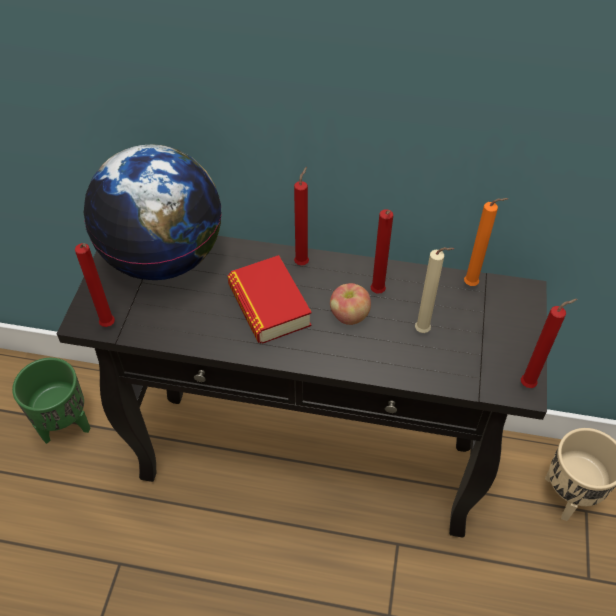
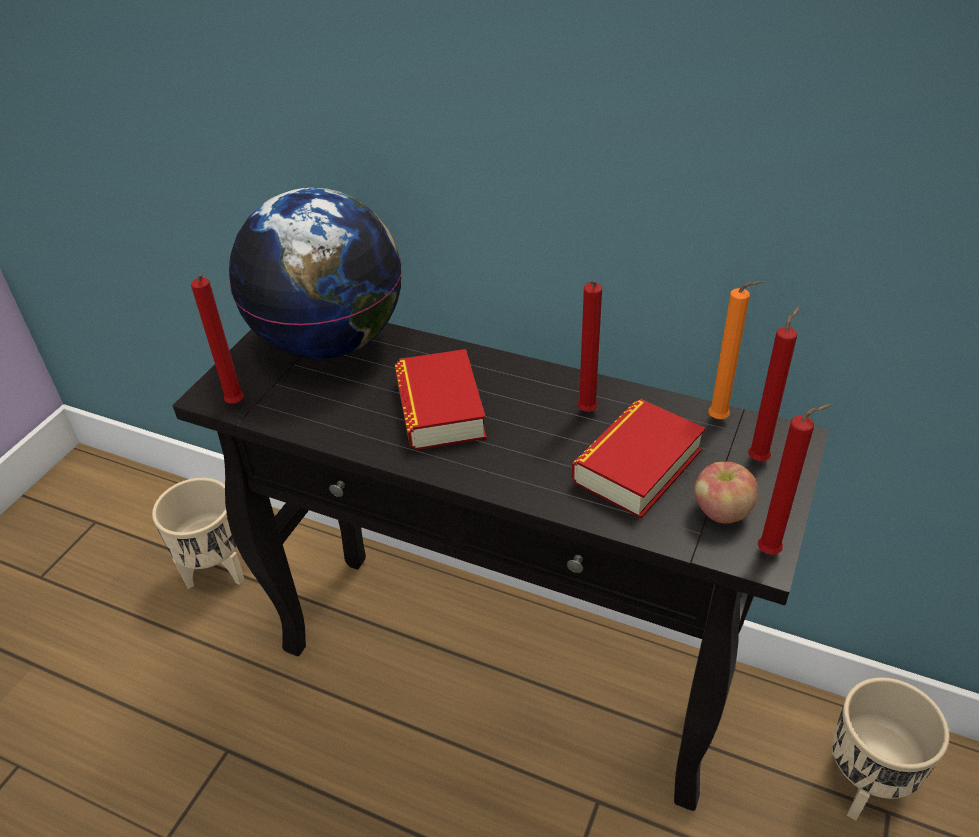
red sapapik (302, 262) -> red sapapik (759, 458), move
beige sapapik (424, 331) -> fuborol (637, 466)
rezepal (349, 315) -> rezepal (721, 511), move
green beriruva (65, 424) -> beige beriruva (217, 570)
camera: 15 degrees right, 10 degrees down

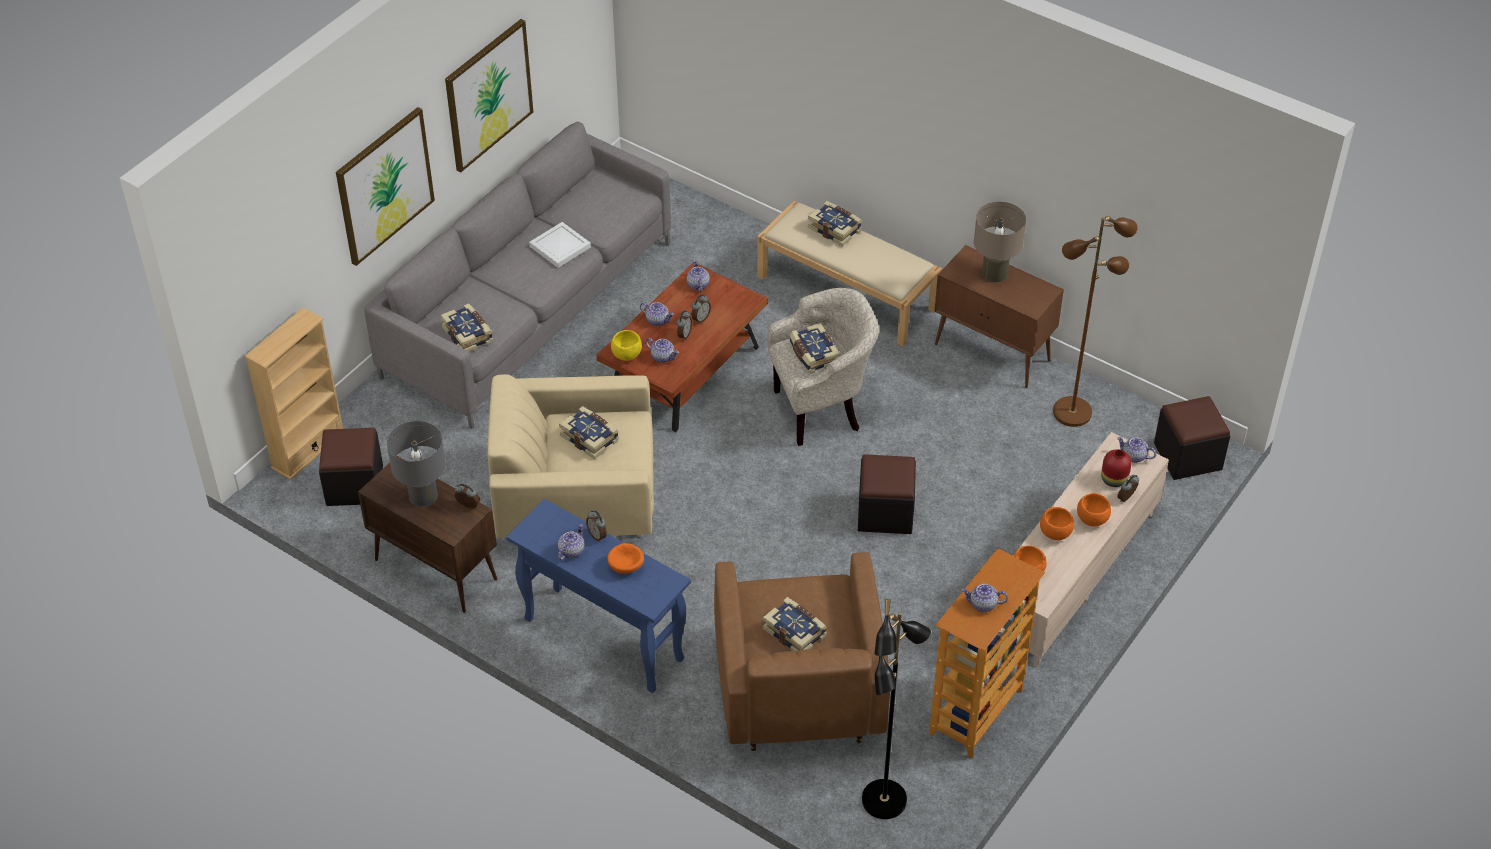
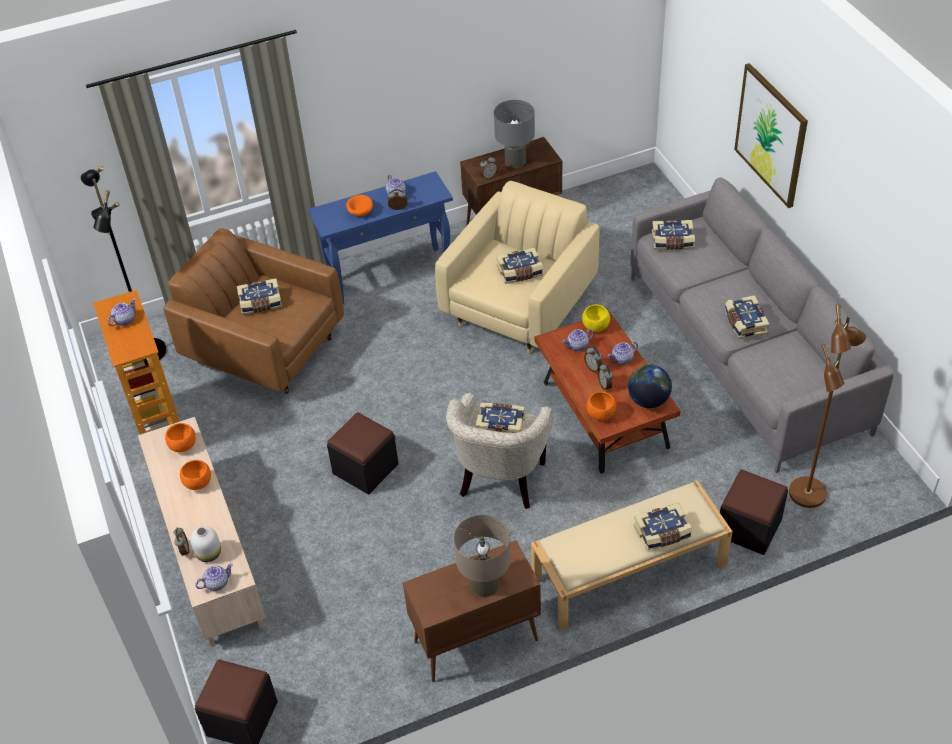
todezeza (488, 94) -> none
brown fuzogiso (1072, 411) -> brown fuzogiso (808, 494), move
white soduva (559, 247) -> fuborol (744, 323)
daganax (697, 284) -> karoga (648, 401)
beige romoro (308, 449) -> none
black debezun (354, 485) -> black debezun (749, 527), move
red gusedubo (1113, 480) -> white gusedubo (208, 553)
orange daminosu (1092, 519) -> orange daminosu (600, 415), move
camera: 125 degrees right, 0 degrees up

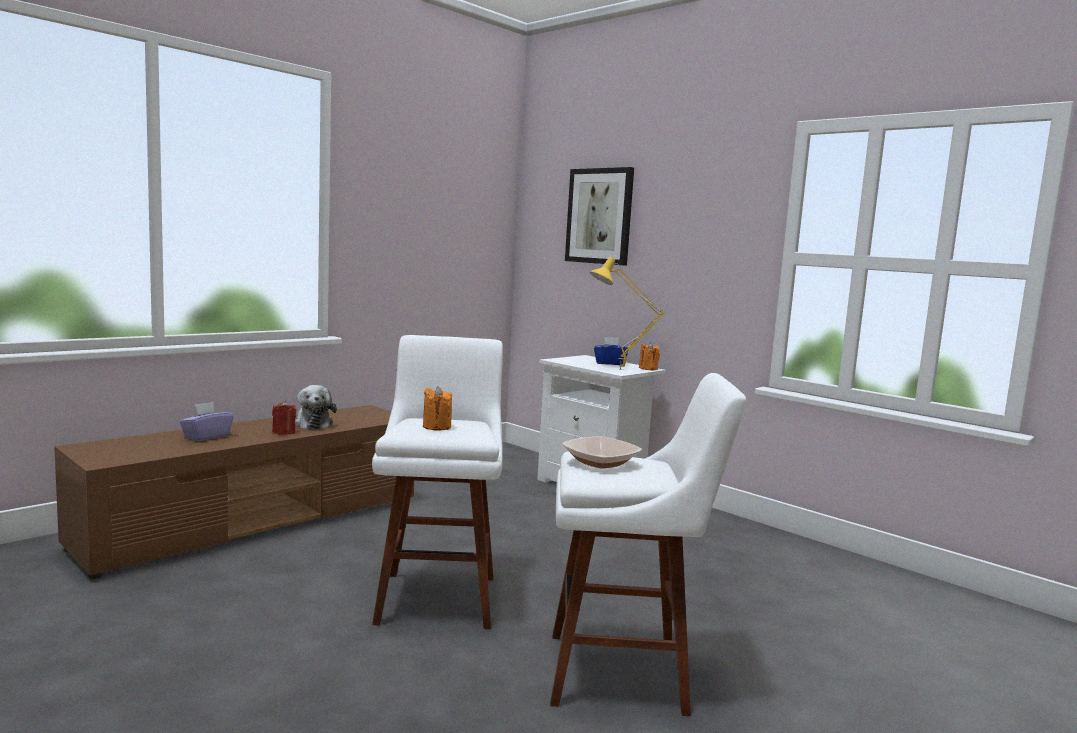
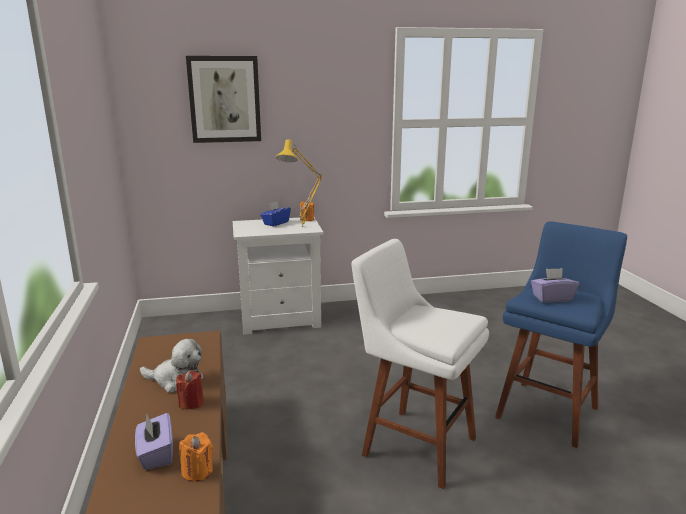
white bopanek (625, 673) -> blue bopanek (549, 410)
orange sapapik (437, 427) -> orange sapapik (197, 471), move
daminosu (600, 462) -> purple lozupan (552, 298)
camera: 55 degrees left, 10 degrees up

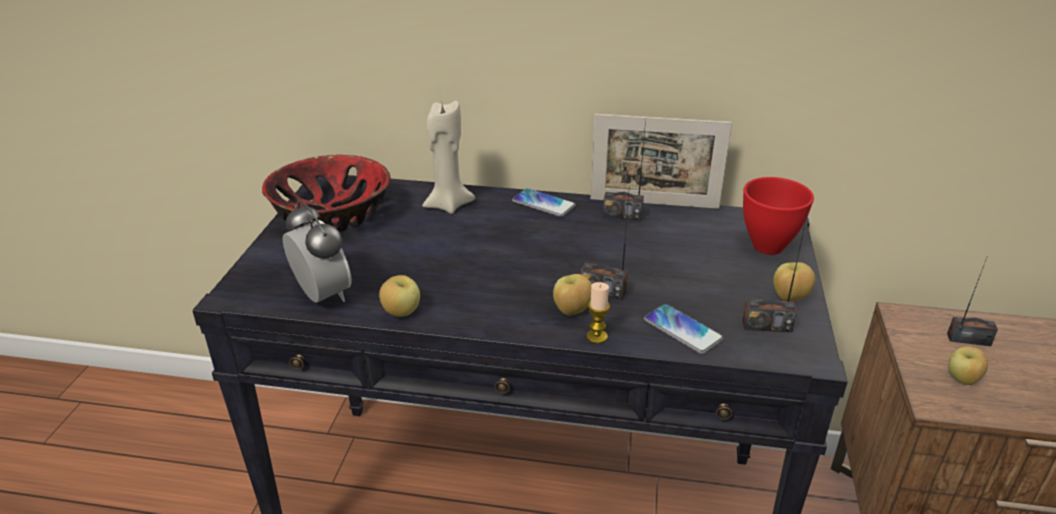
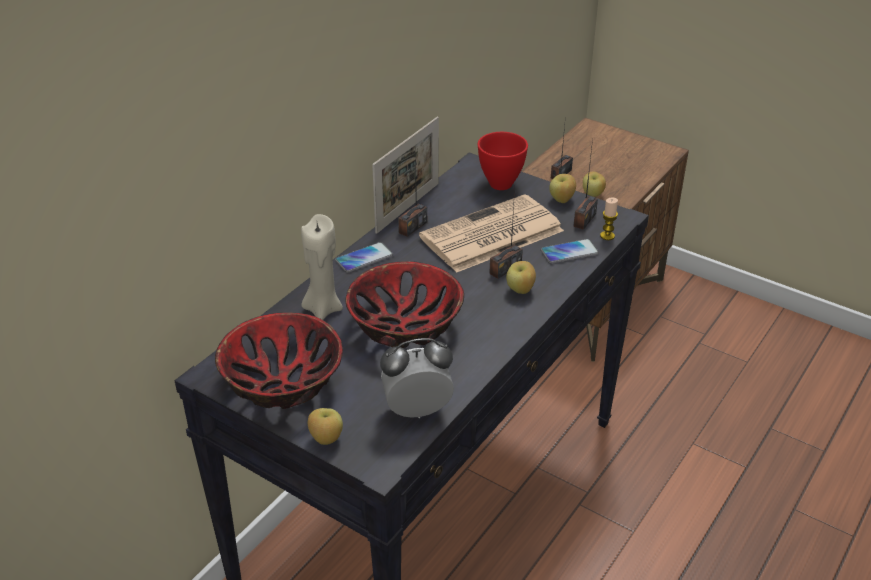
rezepal (401, 312) -> rezepal (326, 439), move
sapapik (597, 337) -> sapapik (607, 236), move
none -> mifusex (490, 235)
none -> daminosu (404, 324)
camera: 65 degrees left, 5 degrees up

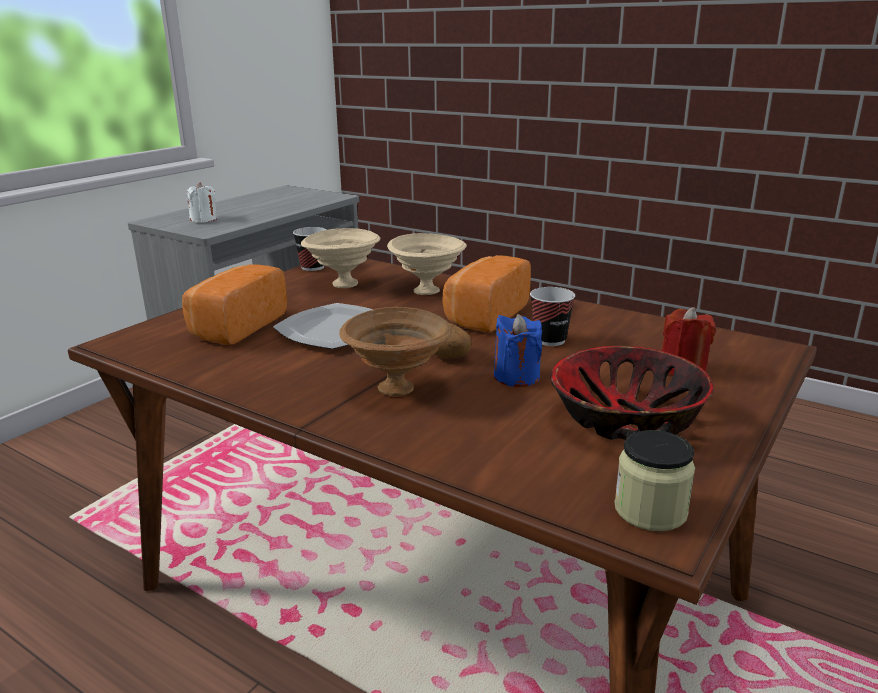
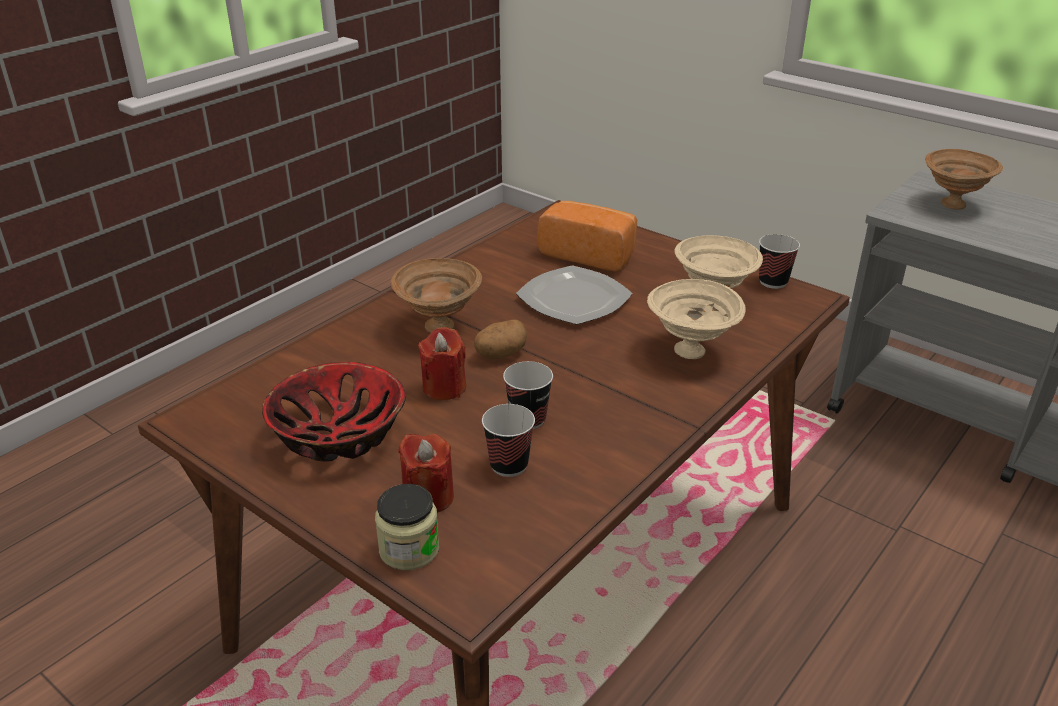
white sapapik (203, 220) -> brown daminosu (952, 205)
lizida (484, 315) -> none
blue sapapik (516, 377) -> red sapapik (444, 388)
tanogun (650, 510) -> tanogun (409, 549), move
none -> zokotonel (509, 465)
camera: 95 degrees right, 10 degrees up

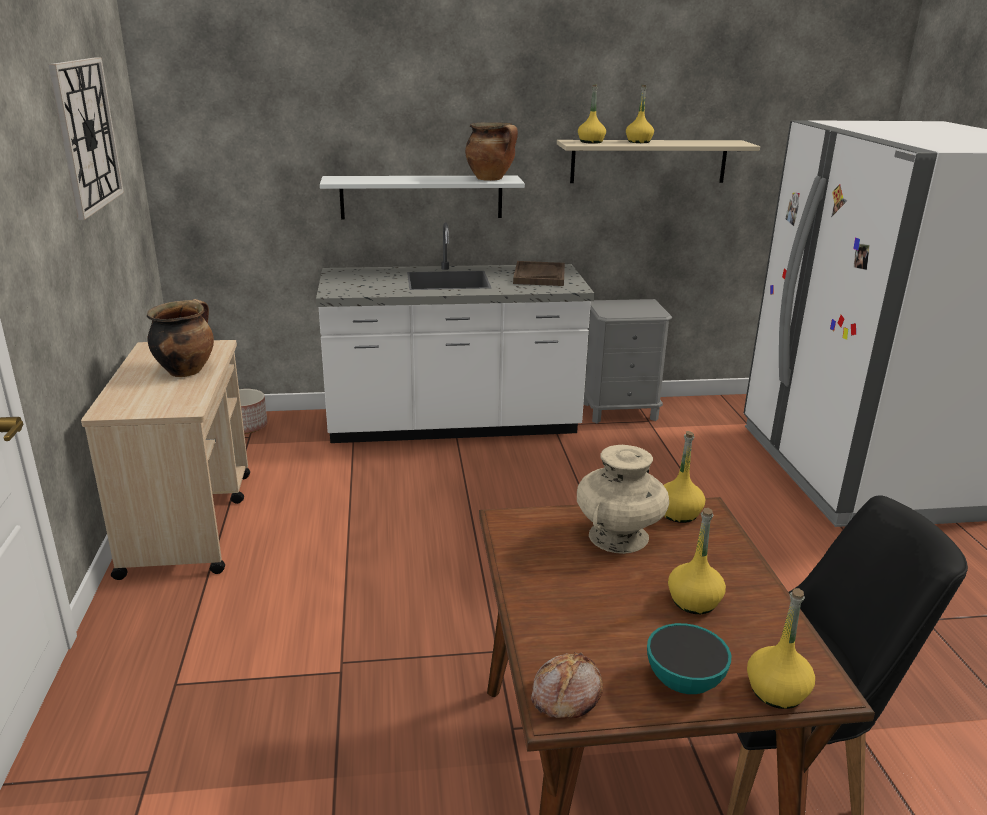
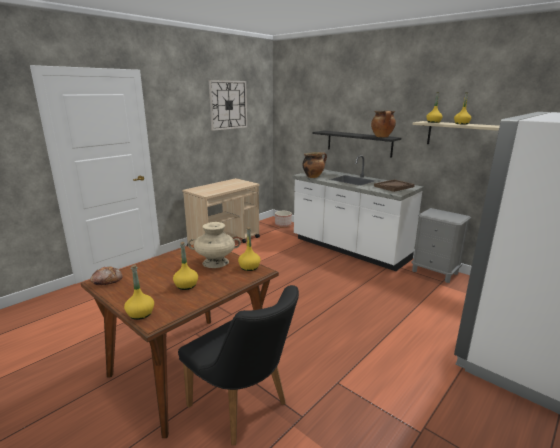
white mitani (421, 197) -> black mitani (359, 143)
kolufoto (186, 370) -> kolufoto (313, 176), move
daminosu (684, 682) -> none
camera: 50 degrees right, 5 degrees down

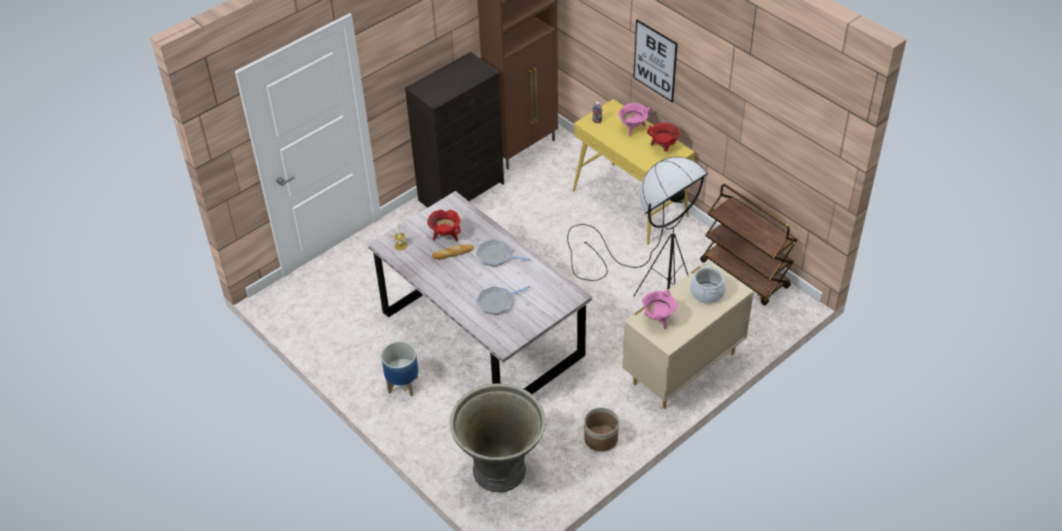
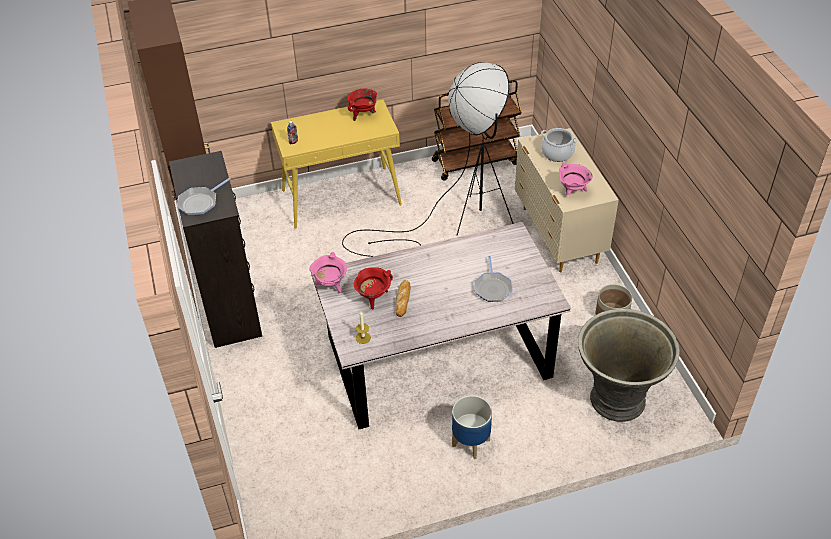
todezeza (655, 60) -> none
pink kolufoto (633, 128) -> pink kolufoto (330, 285), move
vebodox (496, 256) -> vebodox (200, 203), move
camera: 65 degrees left, 0 degrees up

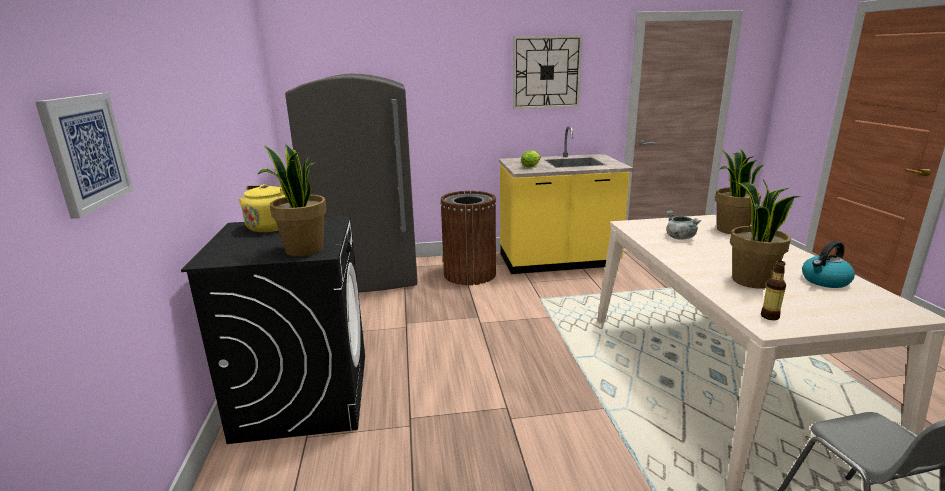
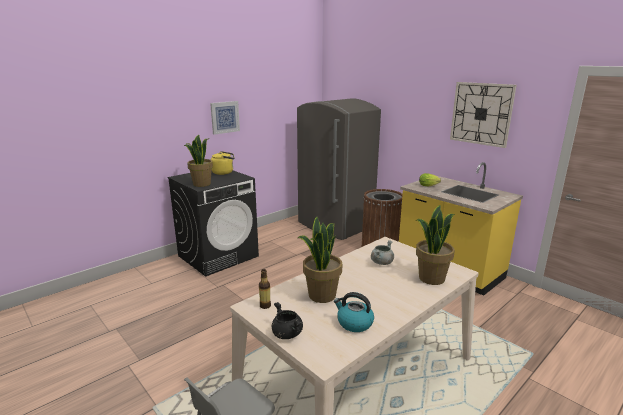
todezeza (86, 152) -> todezeza (225, 117), move
none -> black kolufoto (286, 334)
camera: 55 degrees right, 0 degrees up

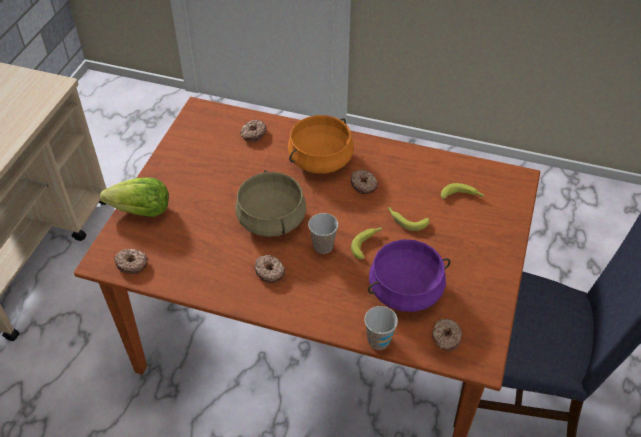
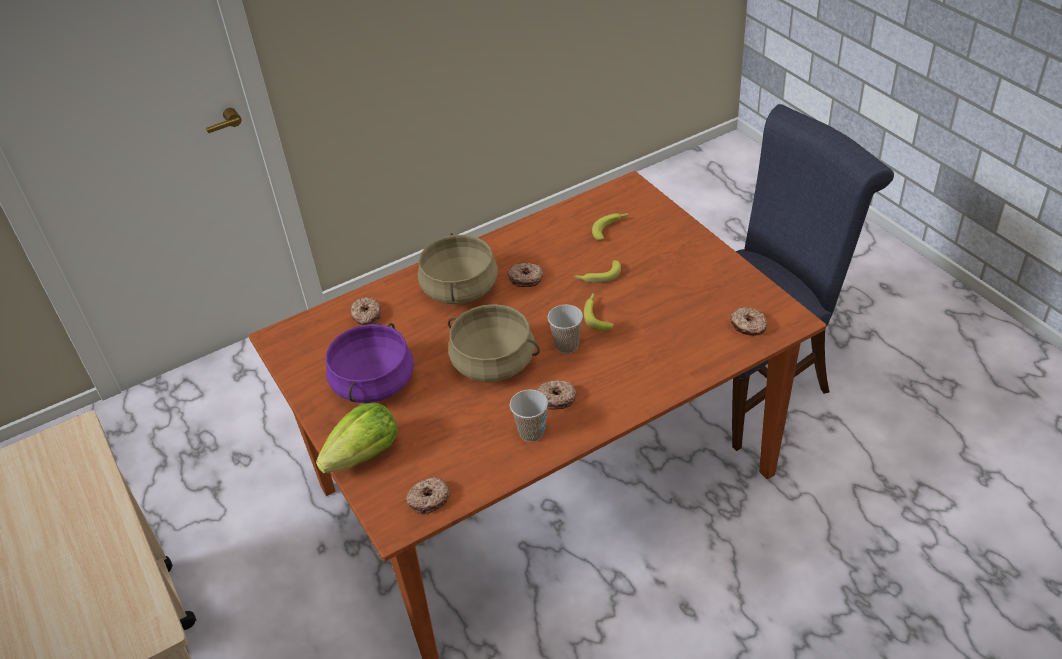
orange kolufoto (320, 159) -> beige kolufoto (459, 288)
purple kolufoto (405, 290) -> purple kolufoto (374, 383), move
zokotonel (378, 340) -> zokotonel (531, 432), move
camera: 45 degrees left, 5 degrees down

